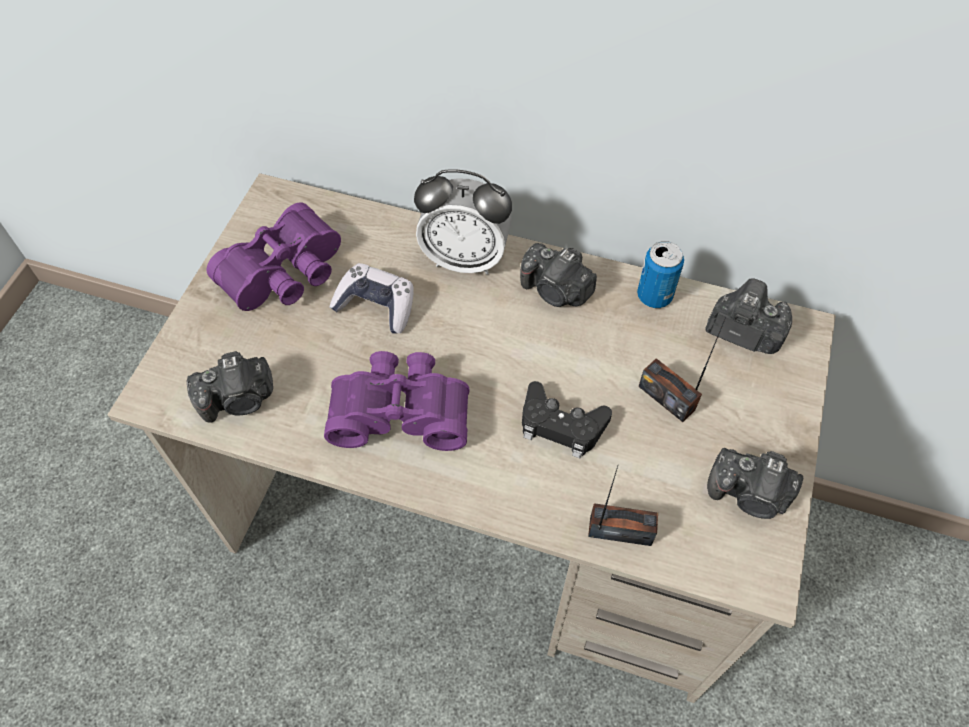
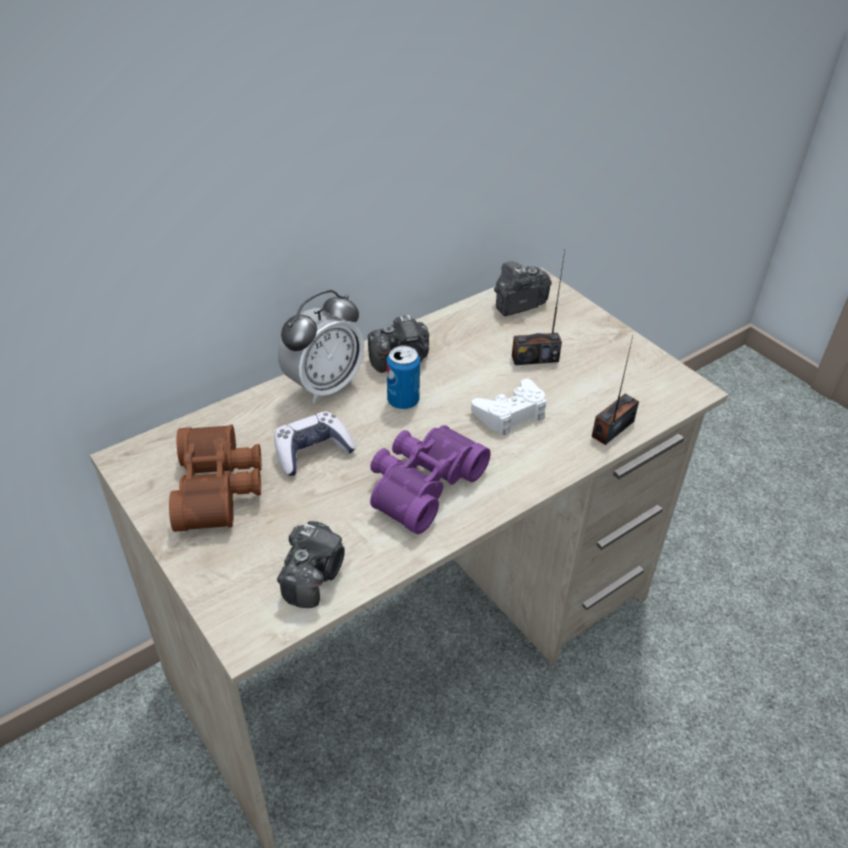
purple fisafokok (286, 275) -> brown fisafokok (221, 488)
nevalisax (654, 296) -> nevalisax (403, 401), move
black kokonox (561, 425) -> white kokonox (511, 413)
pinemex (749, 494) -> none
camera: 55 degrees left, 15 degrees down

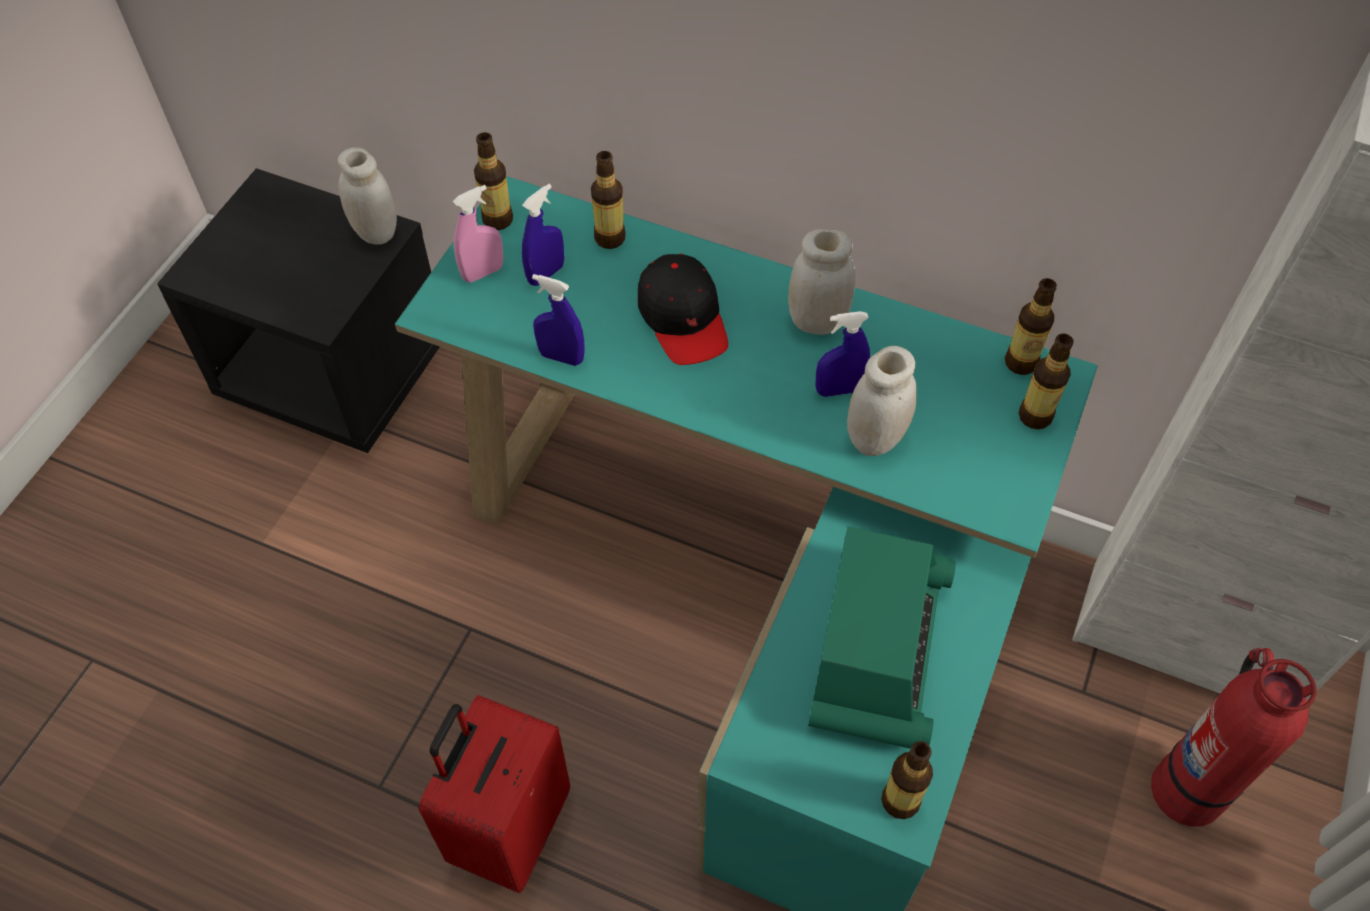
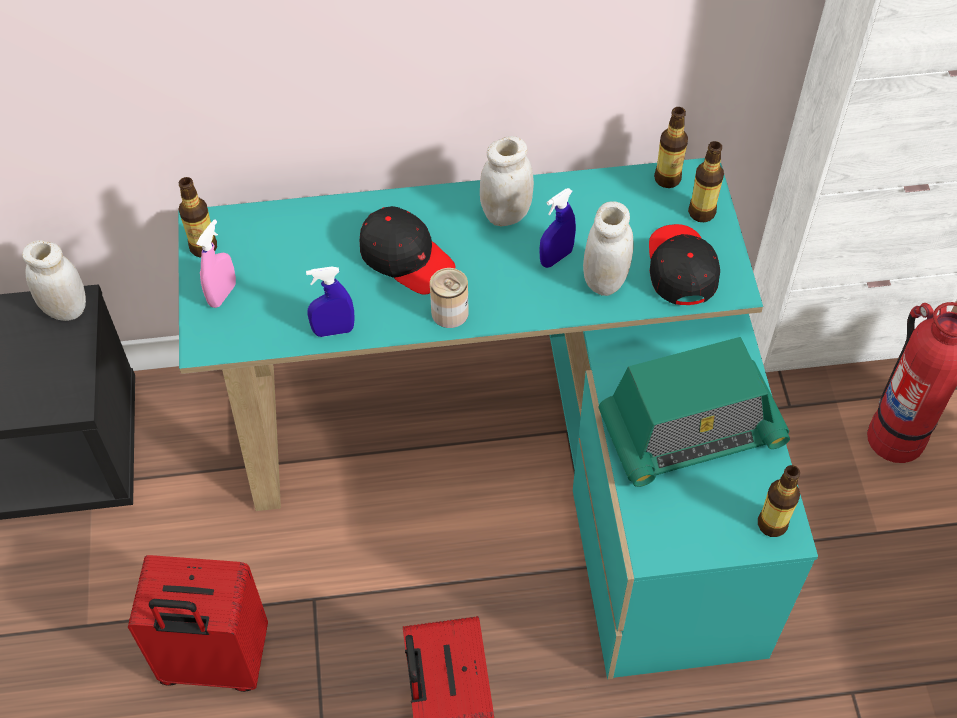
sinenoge (609, 238) -> none
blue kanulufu (546, 274) -> none
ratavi (877, 649) -> ratavi (690, 431), 90 degrees clockwise
none -> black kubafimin (680, 268)
none -> nevalisax (450, 312)
none -> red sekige (214, 662)
camera: 30 degrees left, 0 degrees up

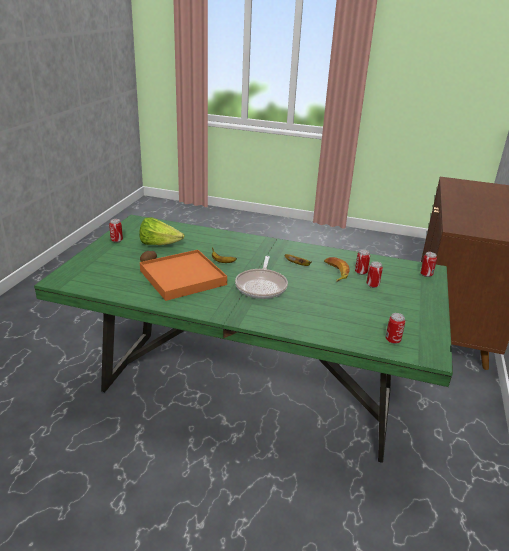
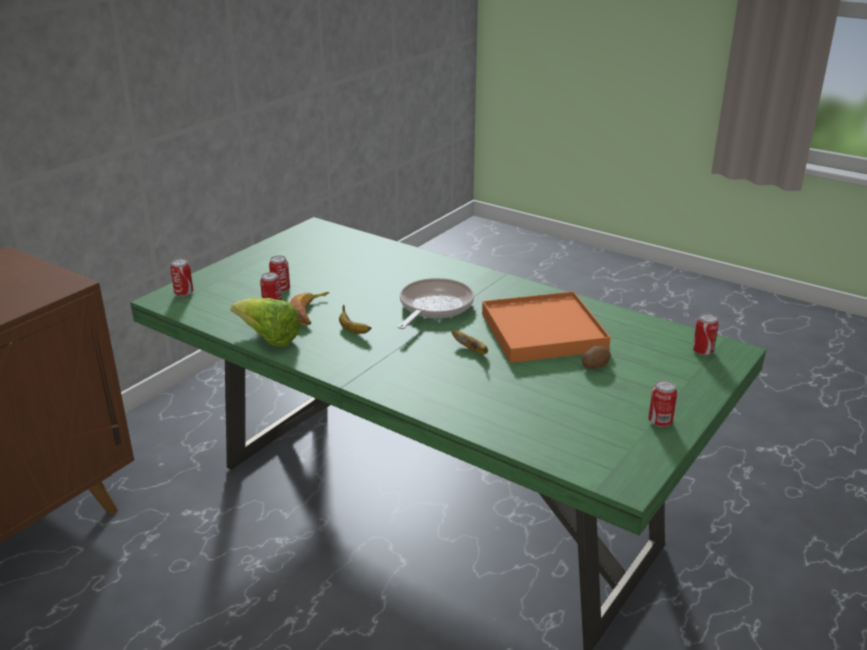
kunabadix (159, 244) -> kunabadix (268, 339), move
nevalisax (393, 340) -> nevalisax (702, 351), move
camera: 160 degrees left, 0 degrees up

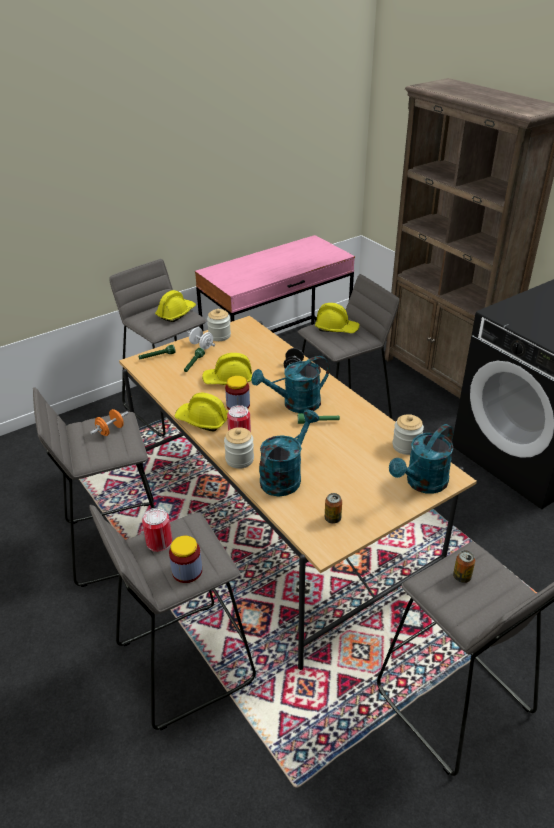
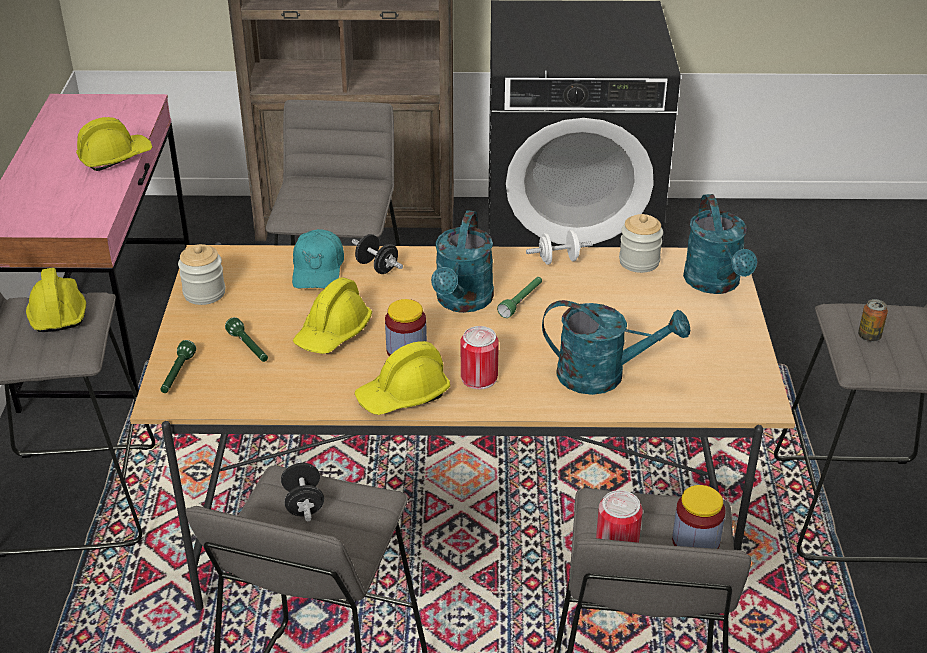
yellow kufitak (336, 328) -> yellow kufitak (115, 157), move
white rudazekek (201, 346) -> white rudazekek (558, 260), move
orange rudazekek (110, 430) -> black rudazekek (303, 503)
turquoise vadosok (285, 476) -> turquoise vadosok (603, 376), 120 degrees clockwise
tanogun (239, 459) -> none
nevalisax (332, 518) -> none
none -> turquoise kubafimin (318, 269)
camera: 55 degrees left, 0 degrees up

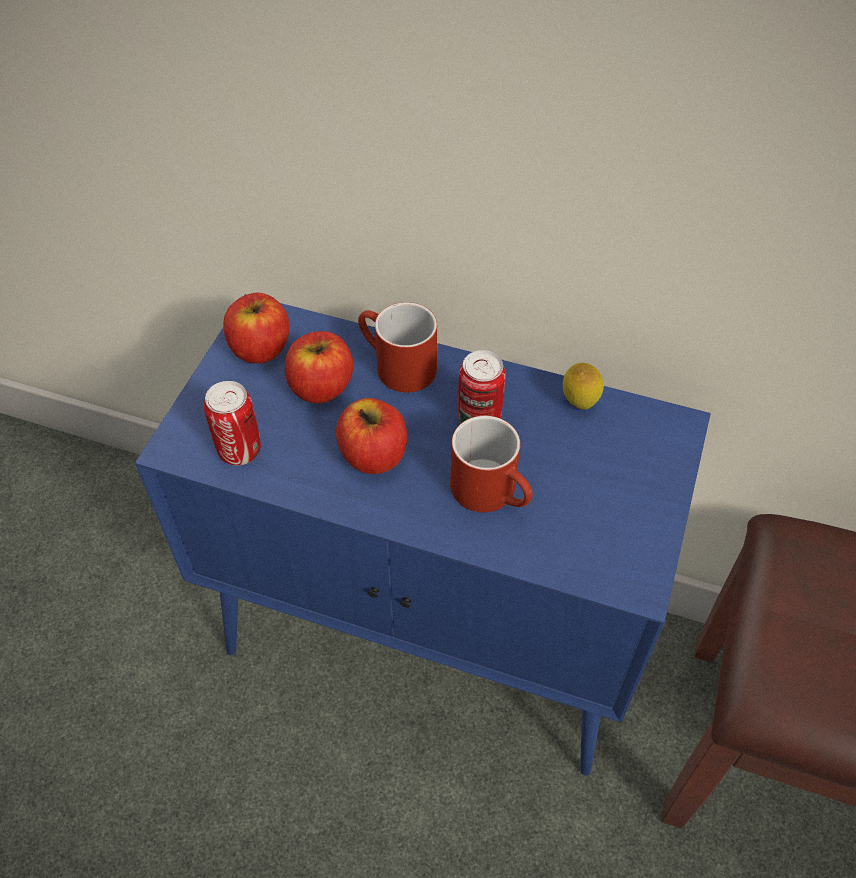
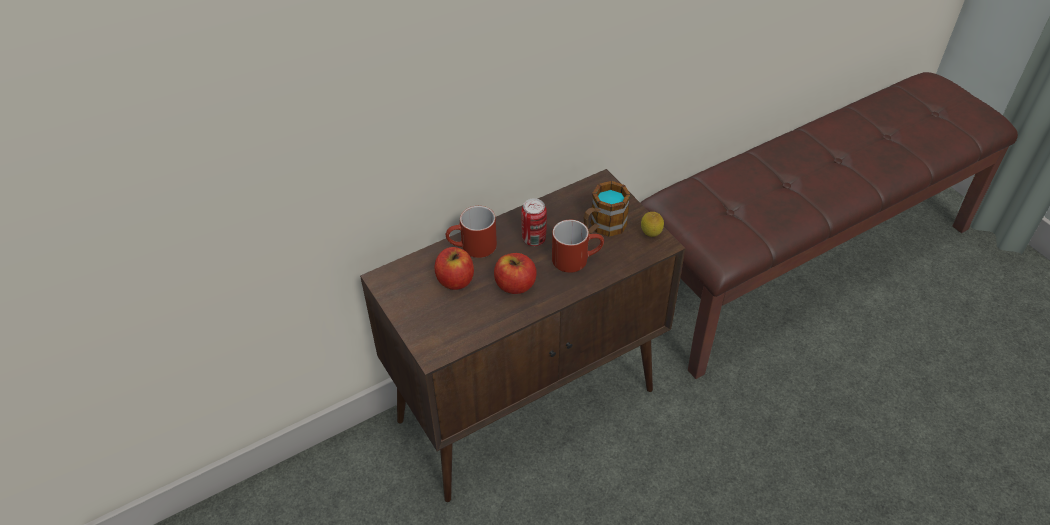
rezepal (260, 348) -> none
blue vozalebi (432, 639) -> brown vozalebi (528, 404)
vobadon (579, 404) -> vobadon (650, 235), move
nevalisax (239, 450) -> none
none -> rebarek (603, 227)
camera: 50 degrees left, 5 degrees down

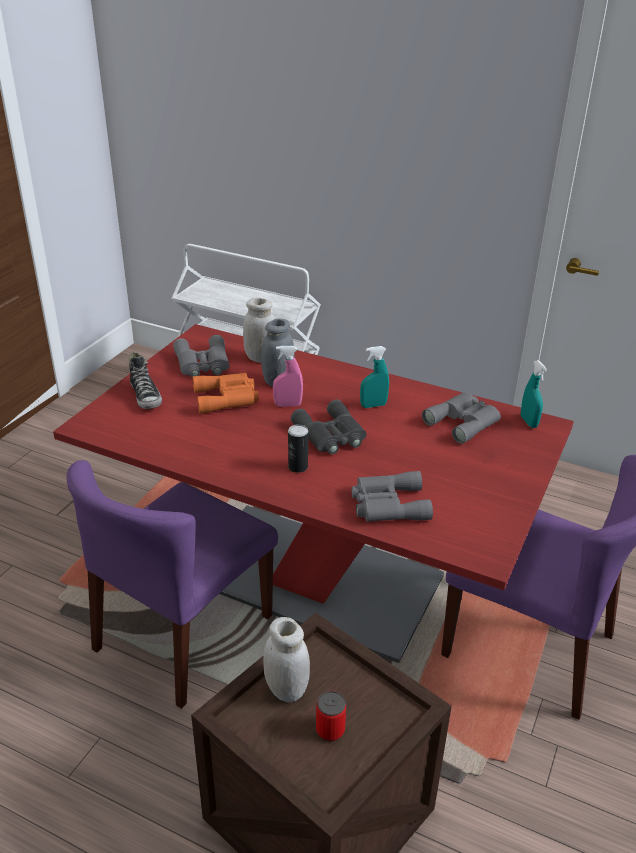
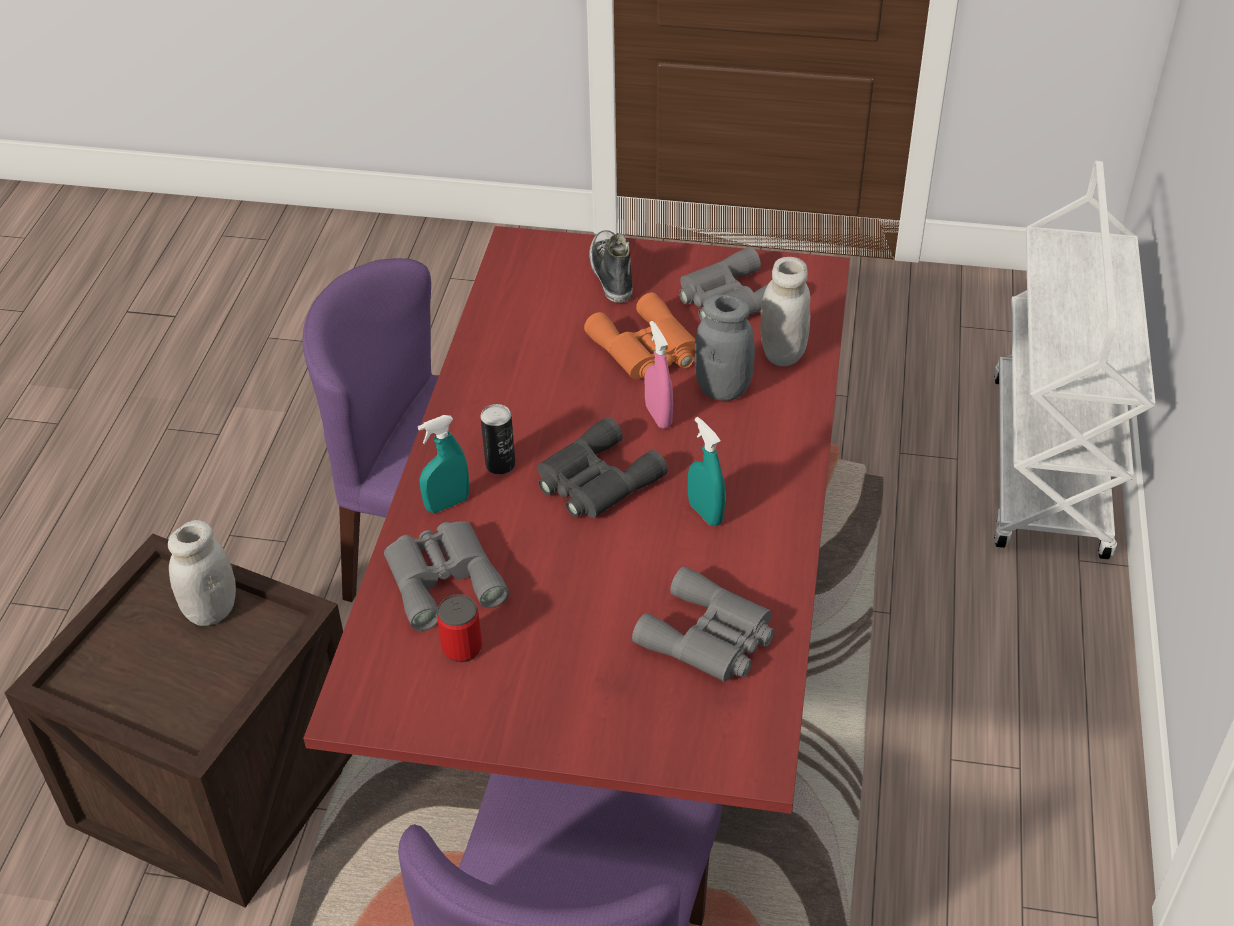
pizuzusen (146, 396) -> pizuzusen (611, 274), 120 degrees clockwise
turquoise kanulufu (528, 422) -> turquoise kanulufu (447, 504), move
nevalisax (330, 730) -> nevalisax (462, 648), move
camera: 75 degrees right, 10 degrees up

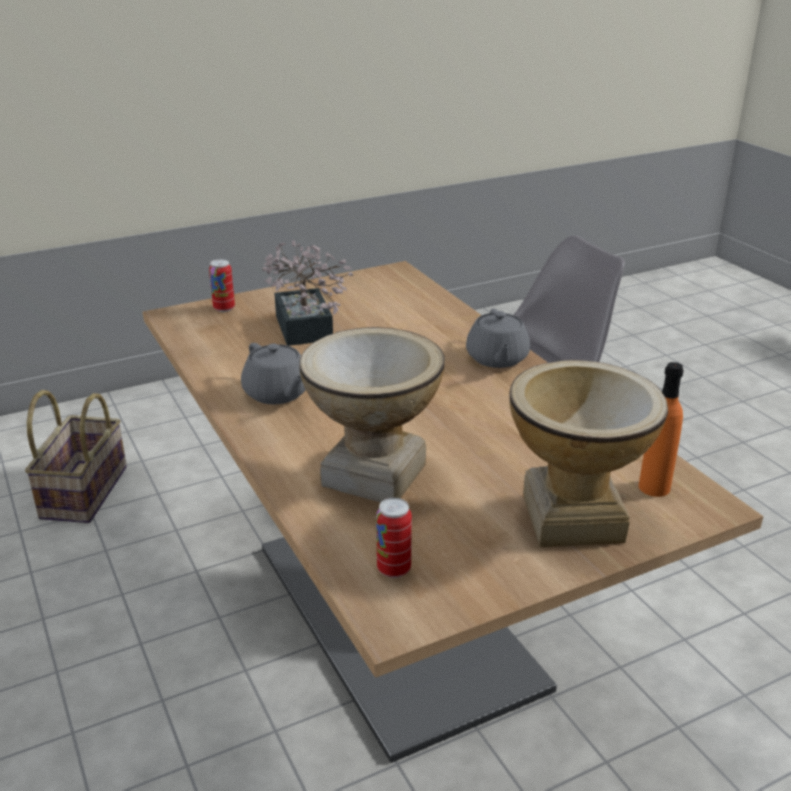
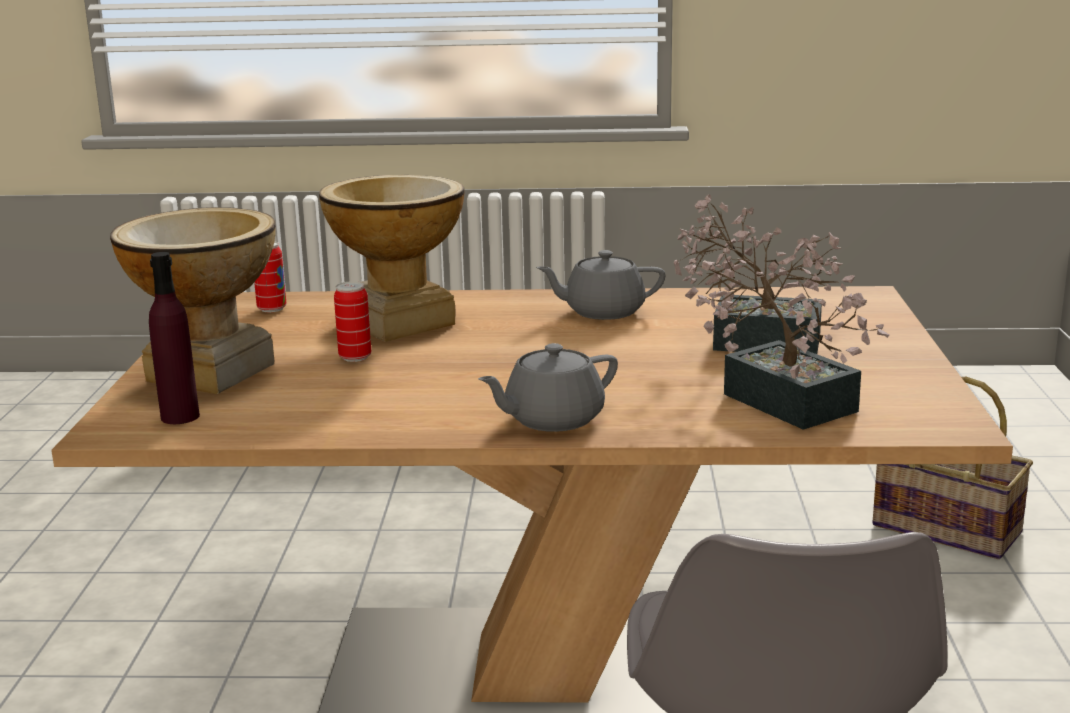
nevalisax (224, 308) -> nevalisax (355, 357), move
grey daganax (497, 359) -> grey daganax (552, 419), 60 degrees counterclockwise
orange sinenoge (654, 487) -> purple sinenoge (180, 417)
none -> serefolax (779, 397)
camera: 120 degrees right, 10 degrees down

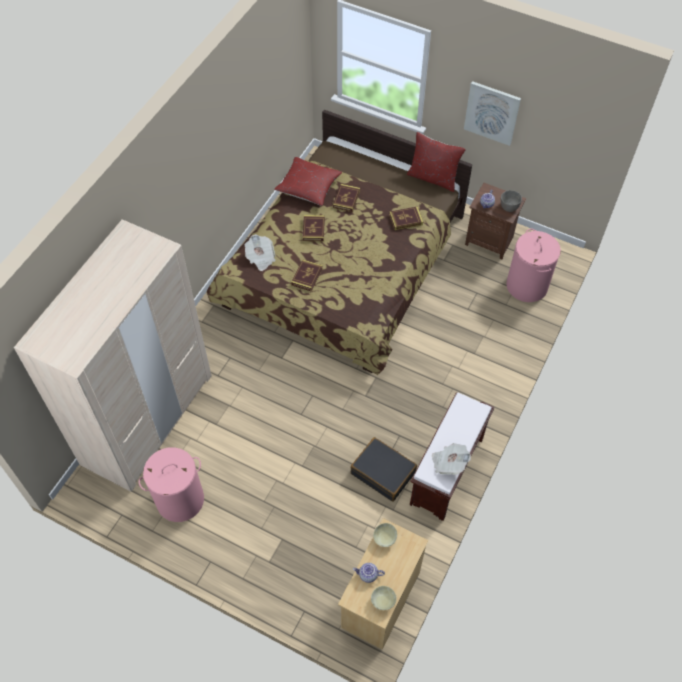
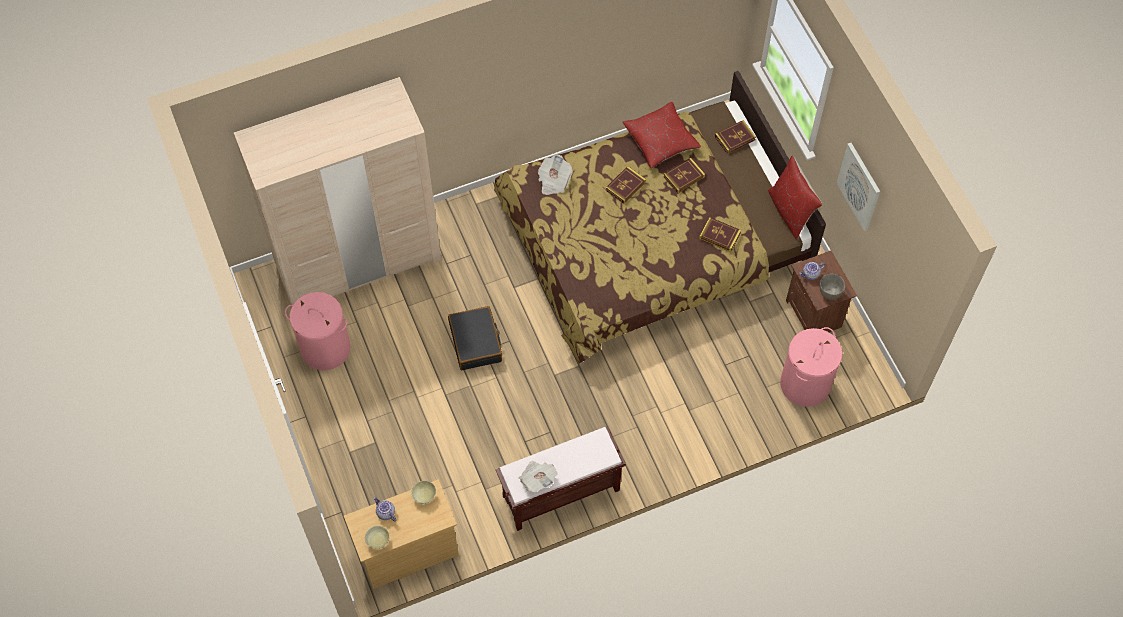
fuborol (307, 276) -> fuborol (735, 138), move
black sekige (383, 472) -> black sekige (476, 342), move
camera: 40 degrees right, 5 degrees up

